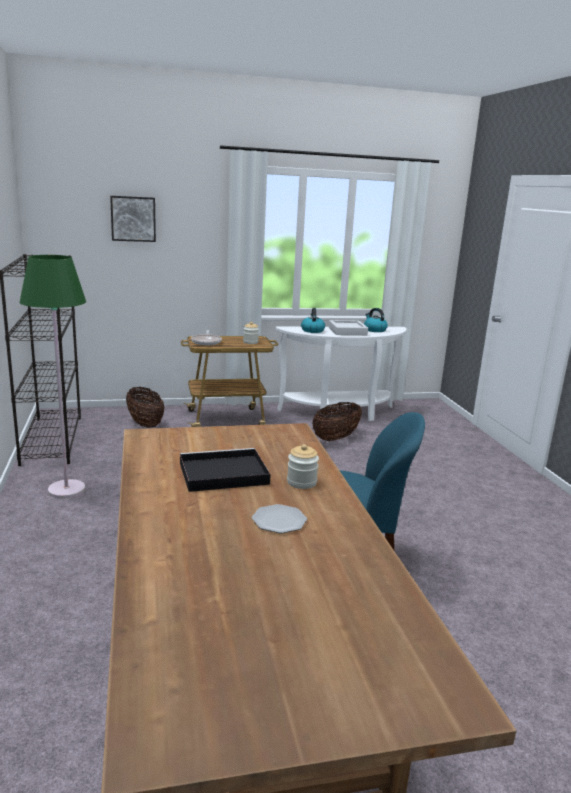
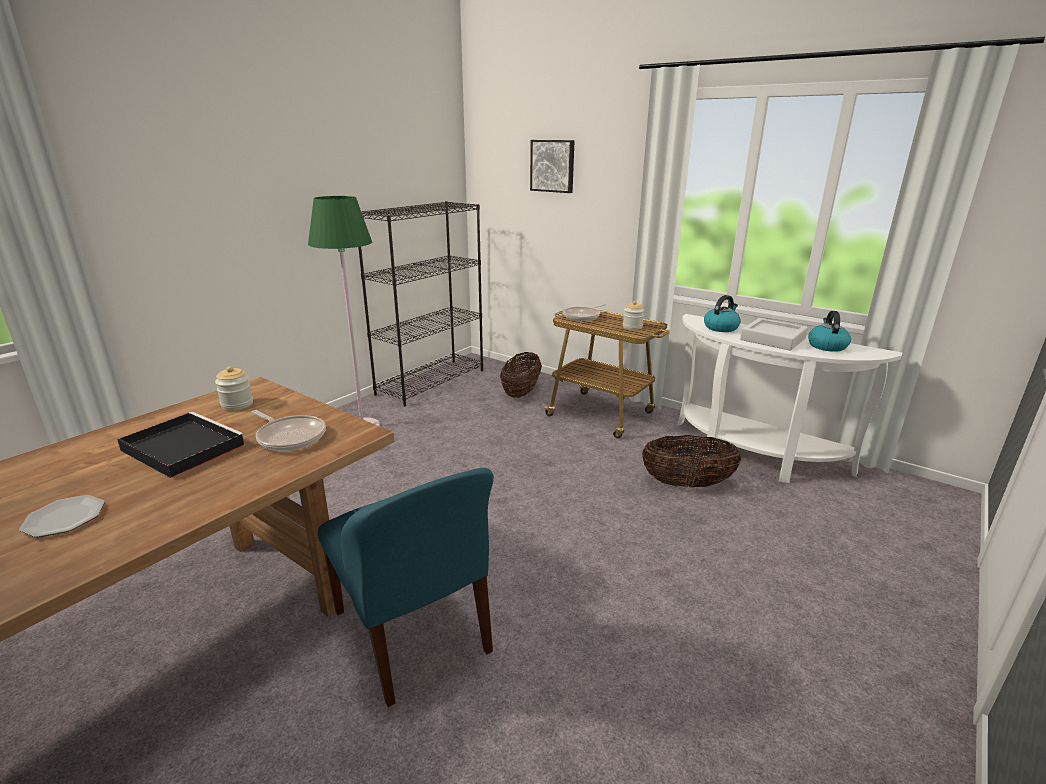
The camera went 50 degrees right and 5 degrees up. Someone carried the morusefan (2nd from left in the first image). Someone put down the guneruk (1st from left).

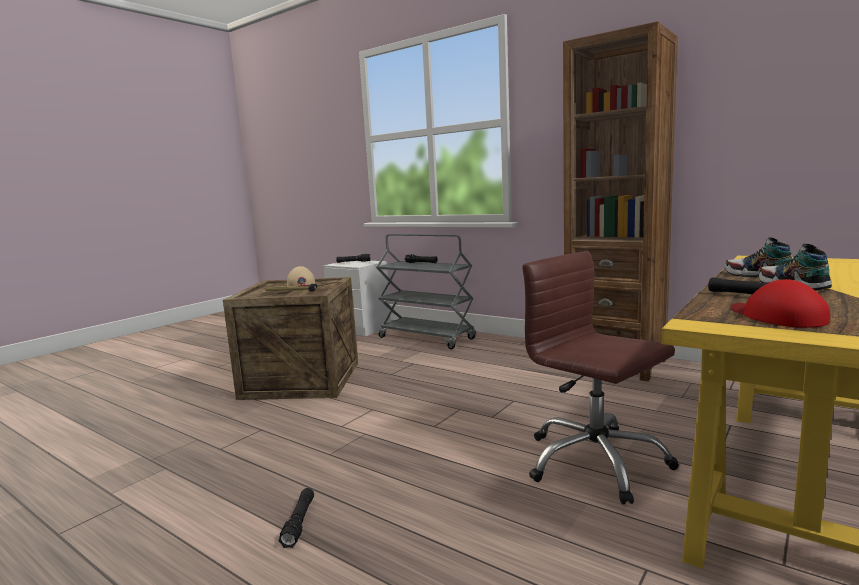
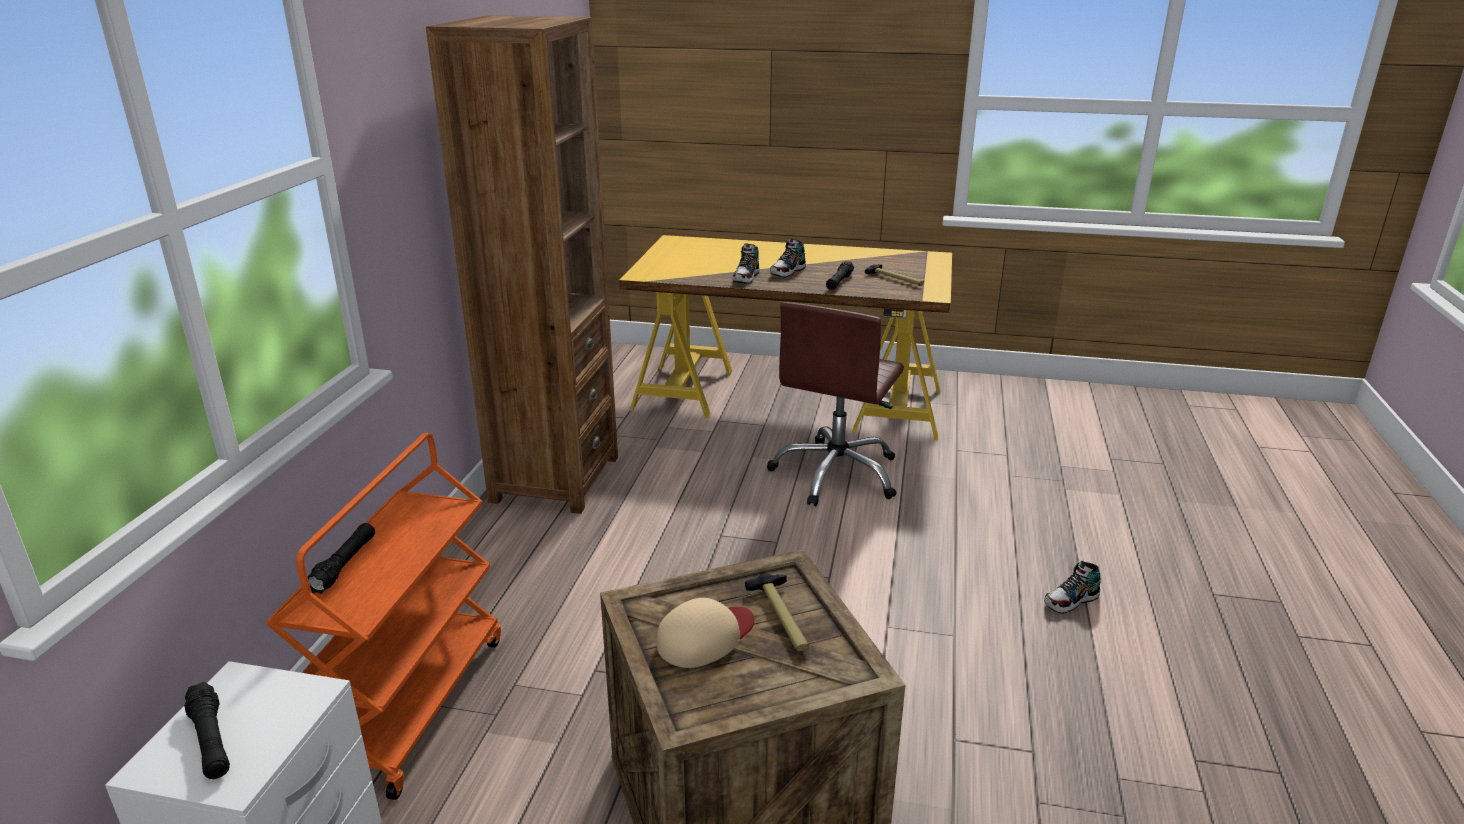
The camera went 115 degrees left and 15 degrees up. Someone repainted the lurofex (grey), which became the lurofex (orange). Someone swapped the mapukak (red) for the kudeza (2nd from left). Someone swapped the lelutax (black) (1st from left) for the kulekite (3rd from left).

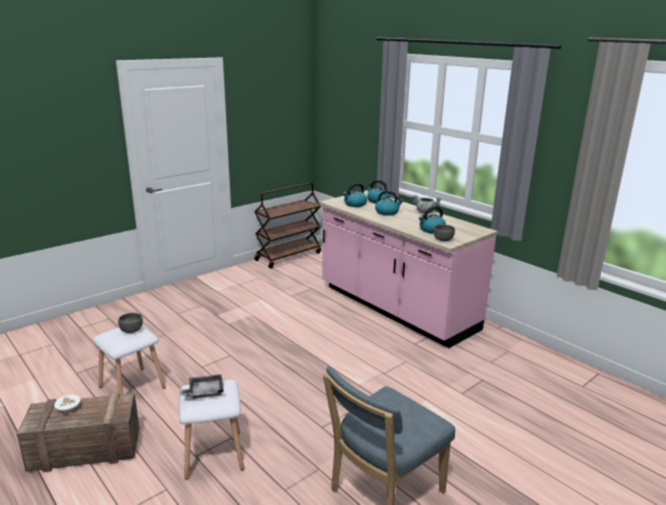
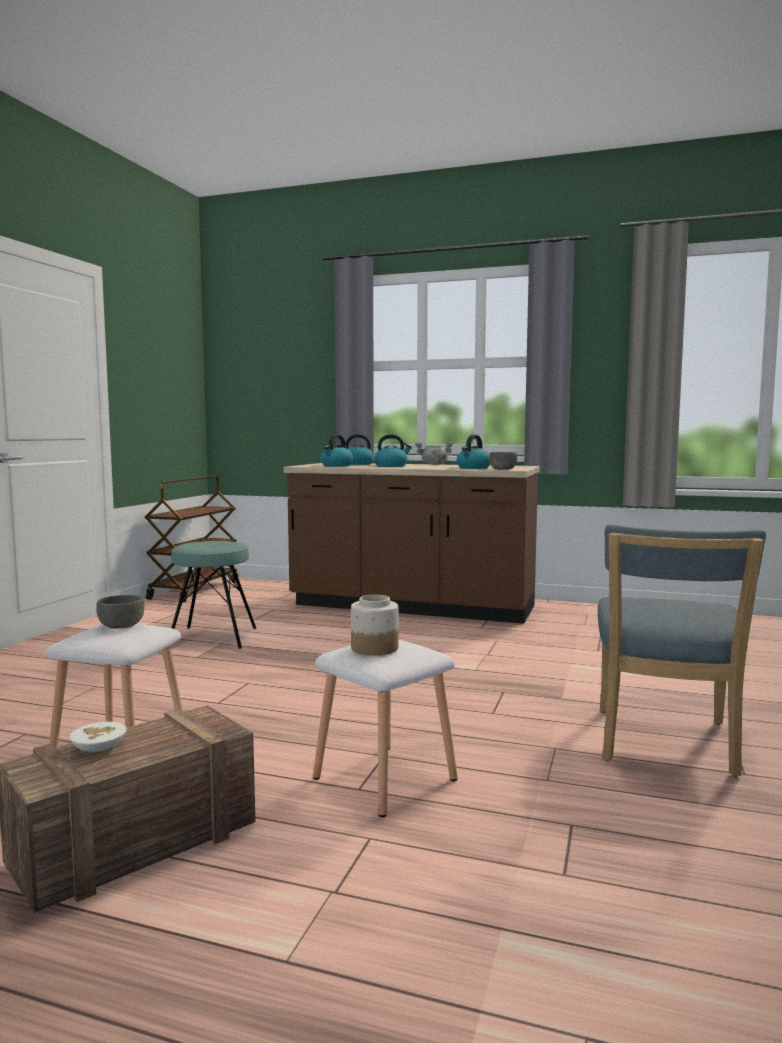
The camera went 30 degrees left and 15 degrees down. Someone repainted the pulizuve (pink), which became the pulizuve (brown). Someone swapped the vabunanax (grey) for the morusefan. Someone put down the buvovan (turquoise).

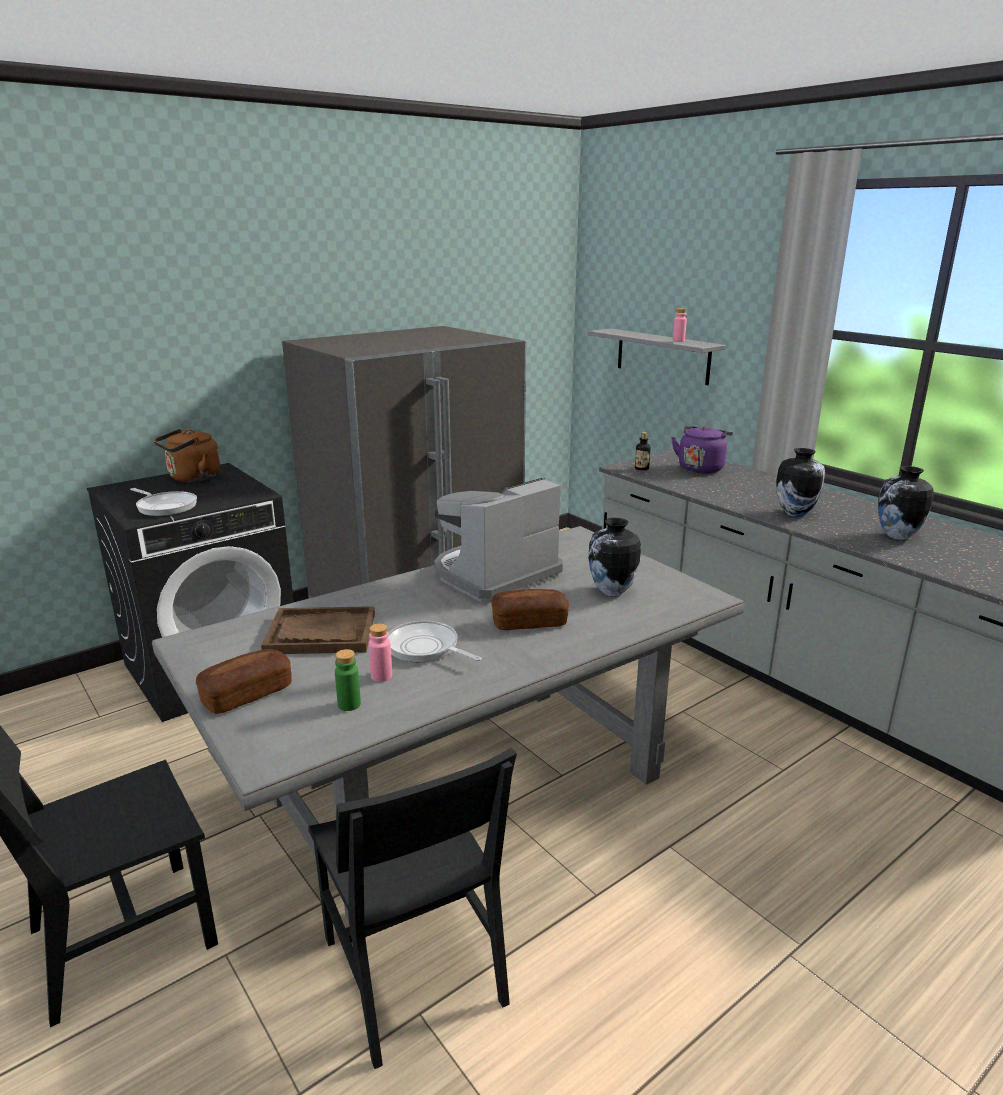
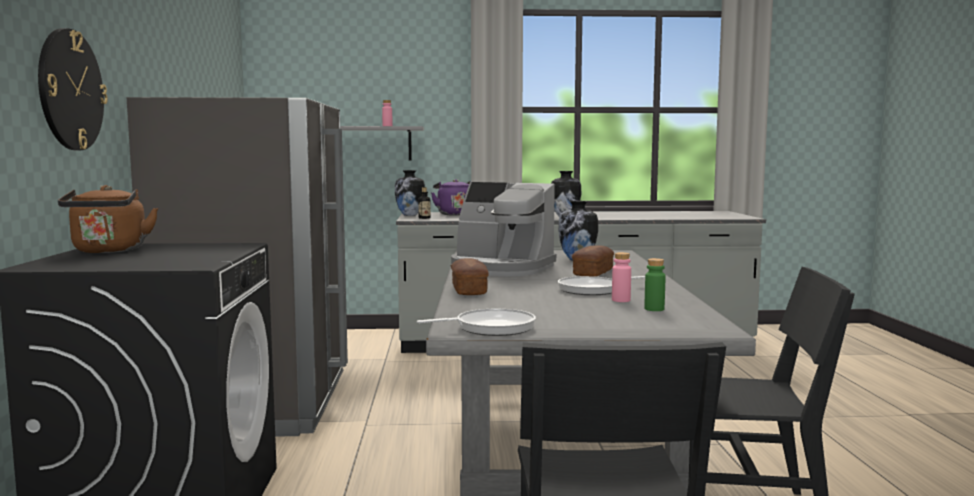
The camera went 55 degrees left and 15 degrees down. Someone carried the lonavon (3rd from left in the first image). Someone rotated the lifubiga by 60 degrees counterclockwise. Someone carried the guneruk (1st from left). Someone took away the vabunanax (brown). Someone carried the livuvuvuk (1st from left). Someone put up the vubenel.

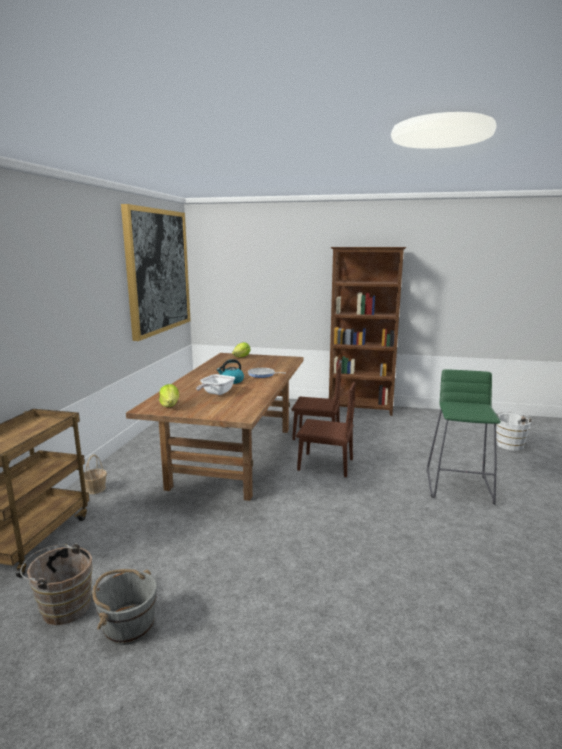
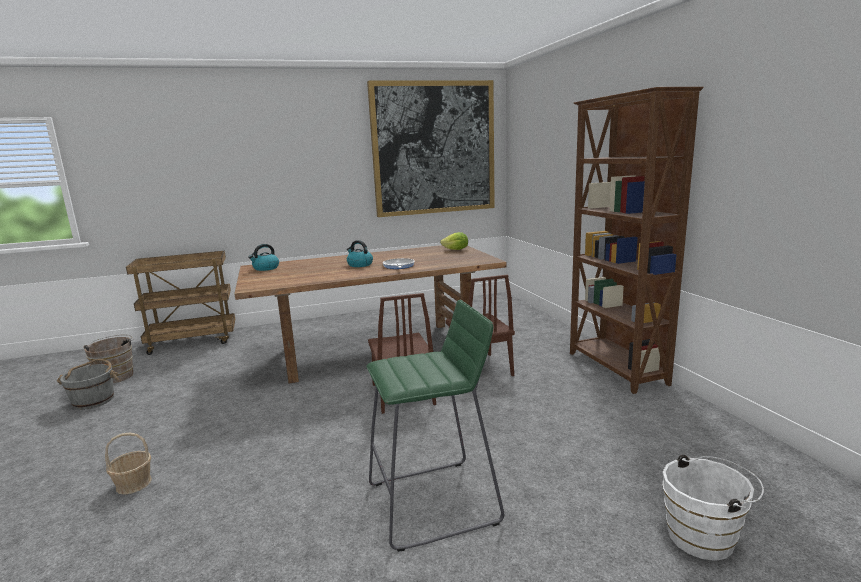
The camera went 60 degrees right and 0 degrees up. Someone took away the guneruk (1st from left). Someone swapped the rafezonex (1st from left) for the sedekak (1st from left). Someone carried the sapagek.

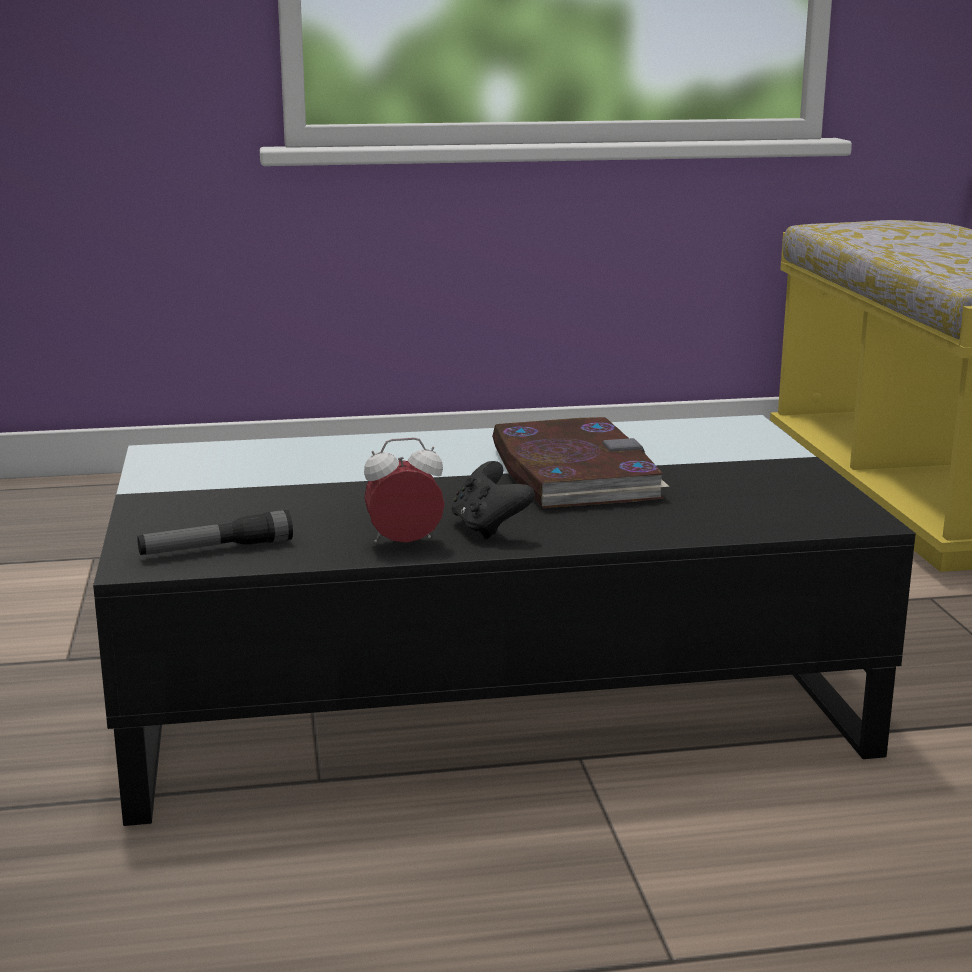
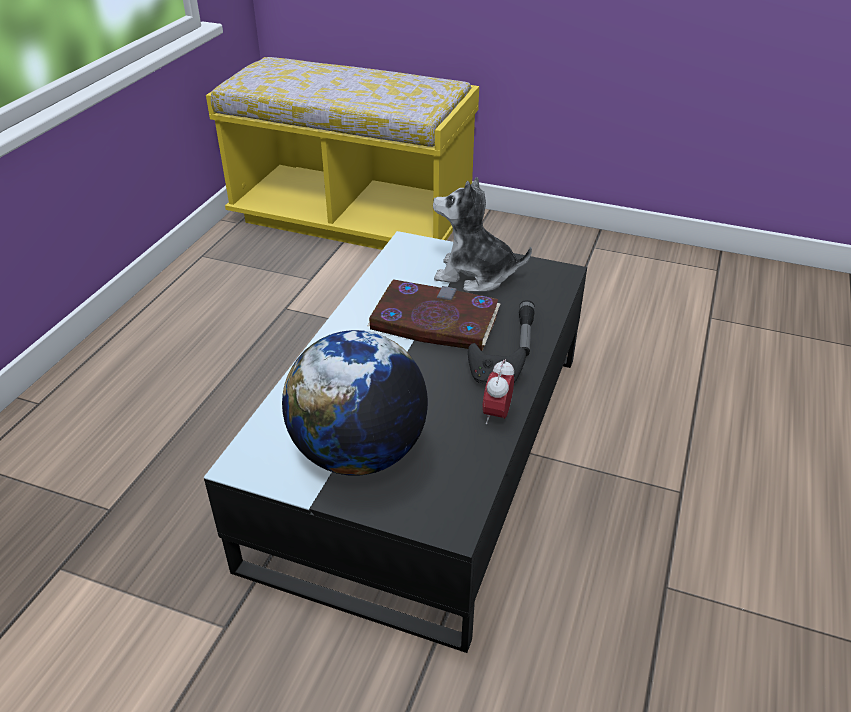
The camera went 60 degrees left and 20 degrees up. Someone carried the lelutax. Someone put down the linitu. Someone put down the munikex.

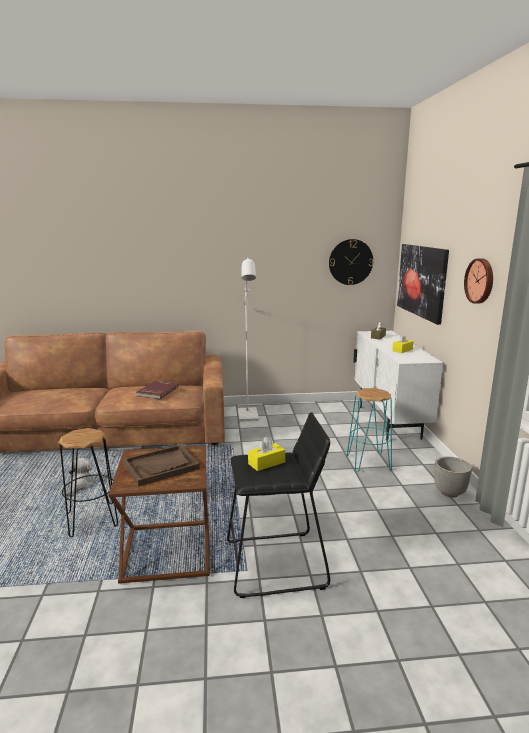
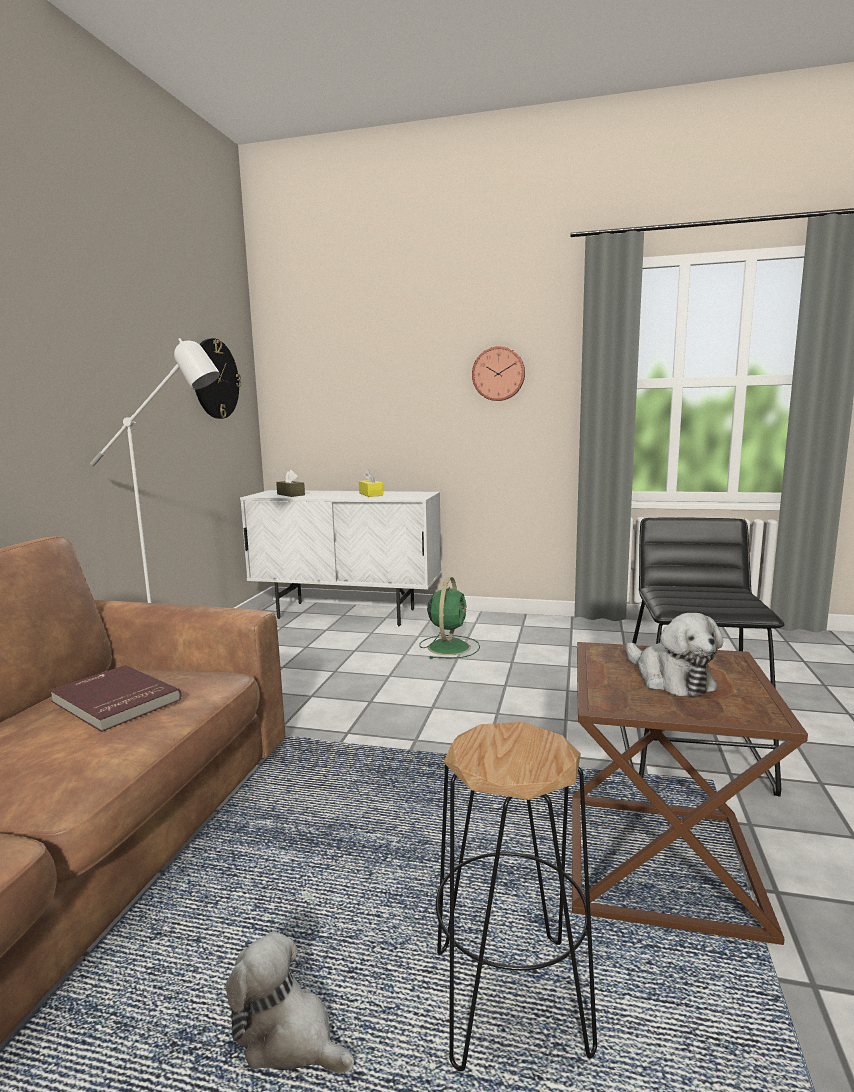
The camera went 70 degrees left and 5 degrees down. Someone took away the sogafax. Someone swapped the buvovan (turquoise) for the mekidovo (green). Someone took away the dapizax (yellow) (1st from left). Someone swapped the vabunanax (brown) for the linitu (2nd from left). Someone took away the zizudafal.

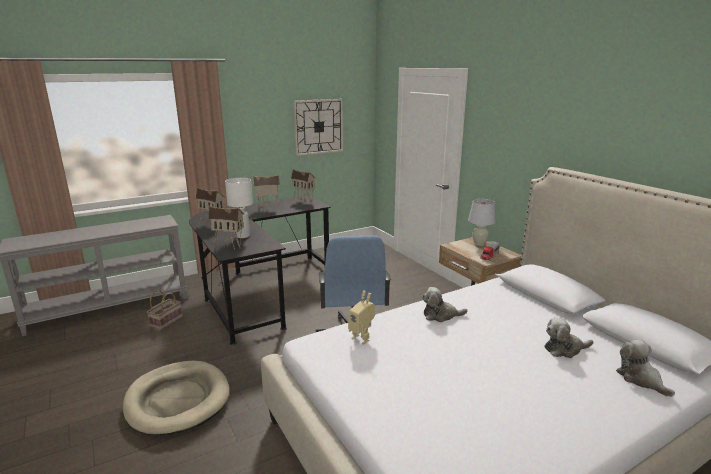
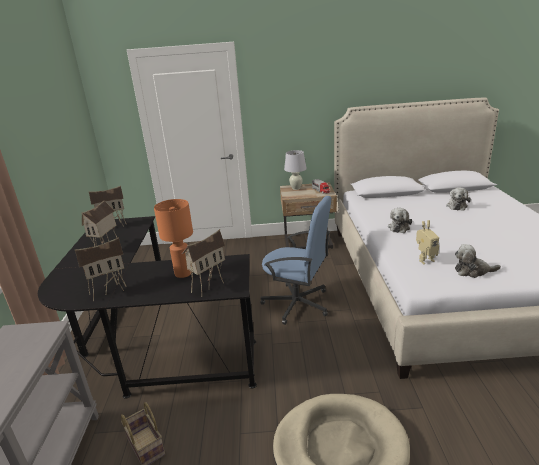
The camera went 60 degrees left and 5 degrees up. Someone took away the vubenel. Someone repainted the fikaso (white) (1st from left), which became the fikaso (orange). Someone carried the linitu (3rd from left).

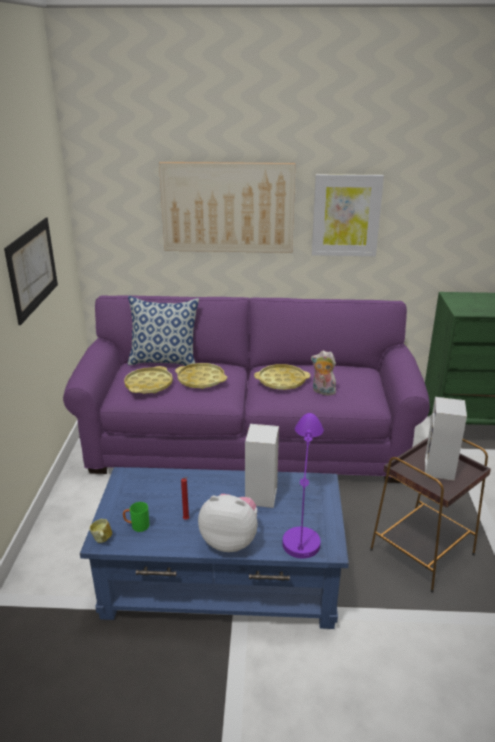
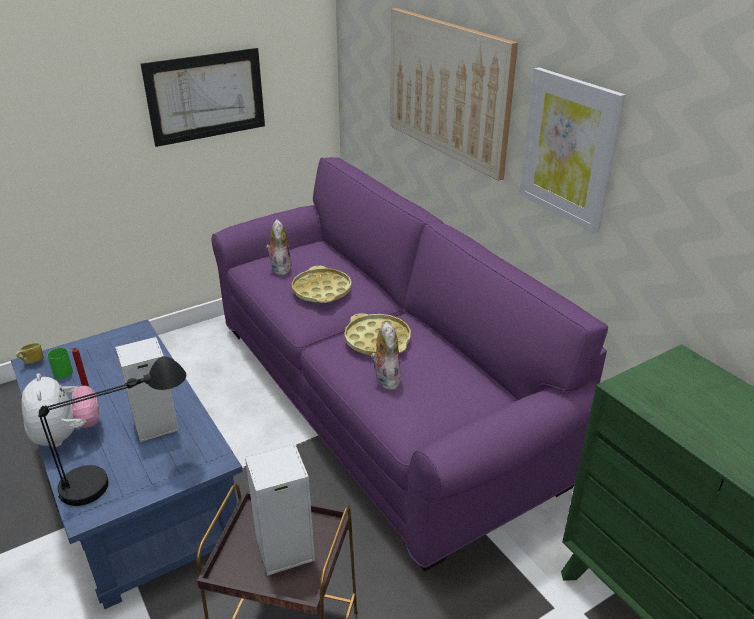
The camera went 55 degrees right and 5 degrees up. Someone took away the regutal. Someone swapped the vabunanax (yellow) (1st from left) for the linitu (2nd from left). Someone repainted the fikaso (purple), which became the fikaso (black).

